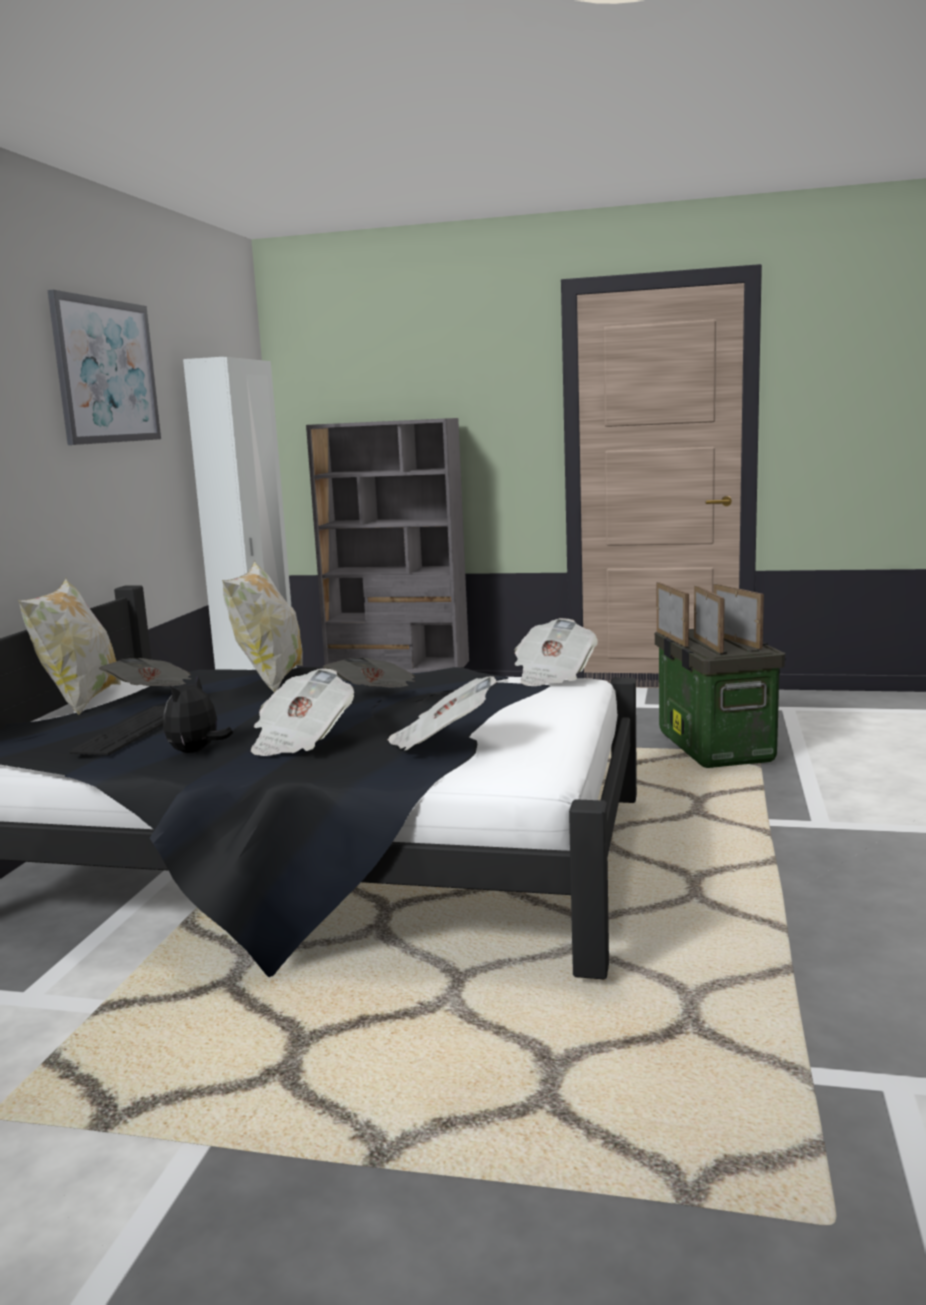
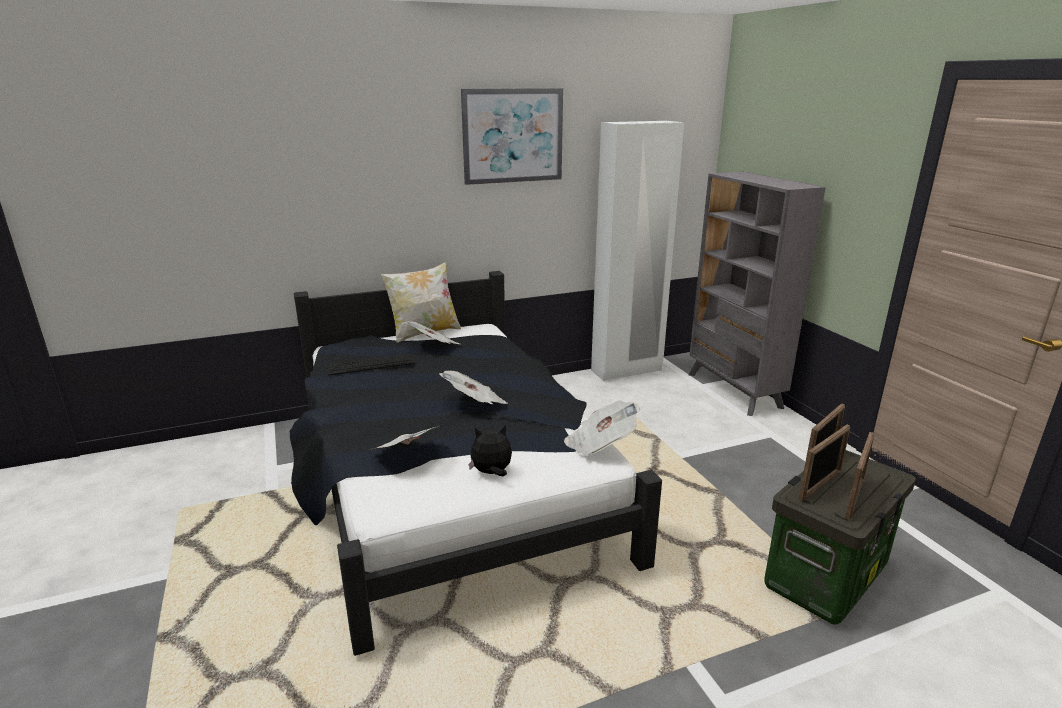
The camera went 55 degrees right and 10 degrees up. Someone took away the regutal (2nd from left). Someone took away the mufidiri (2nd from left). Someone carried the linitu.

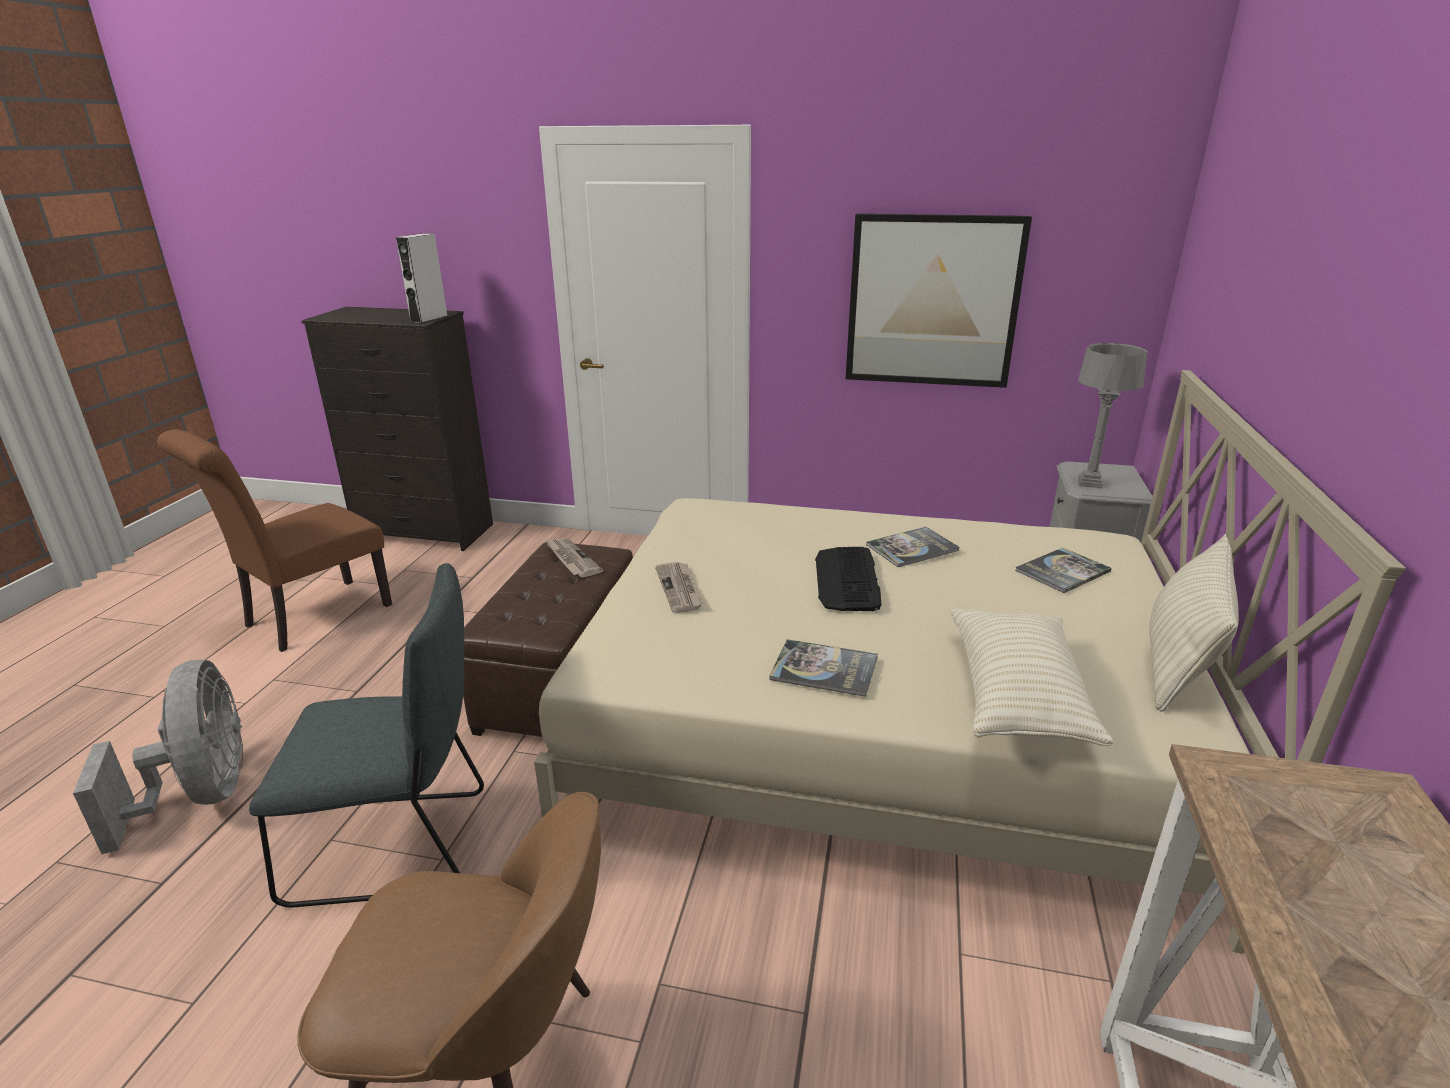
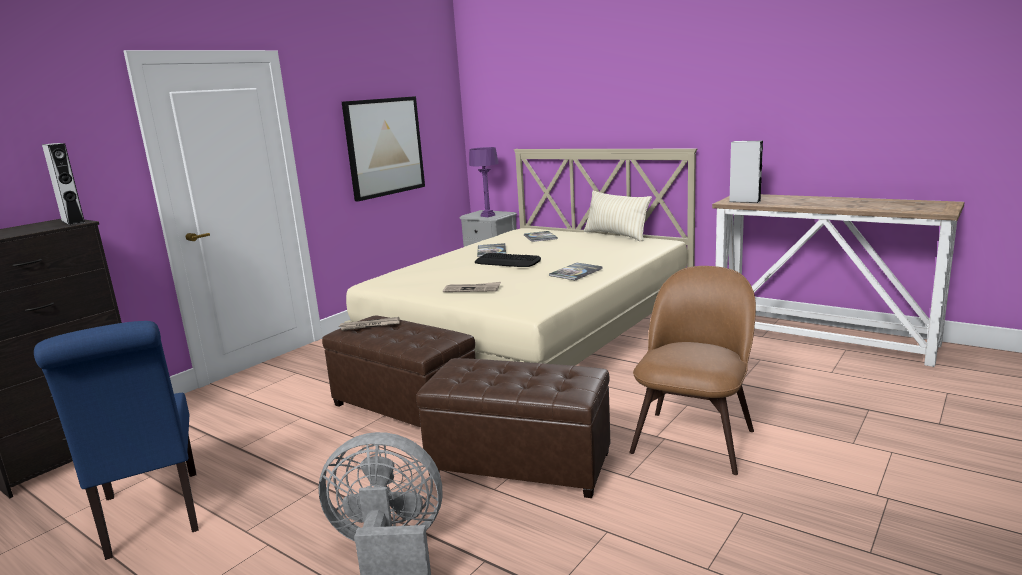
The camera went 65 degrees left and 10 degrees down. Someone repainted the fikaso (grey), which became the fikaso (purple). Someone repainted the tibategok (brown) (1st from left), which became the tibategok (blue). Someone swapped the tibategok (grey) for the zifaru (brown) (2nd from left). Someone took away the regutal (beige) (1st from left). Someone put down the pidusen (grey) (2nd from left).

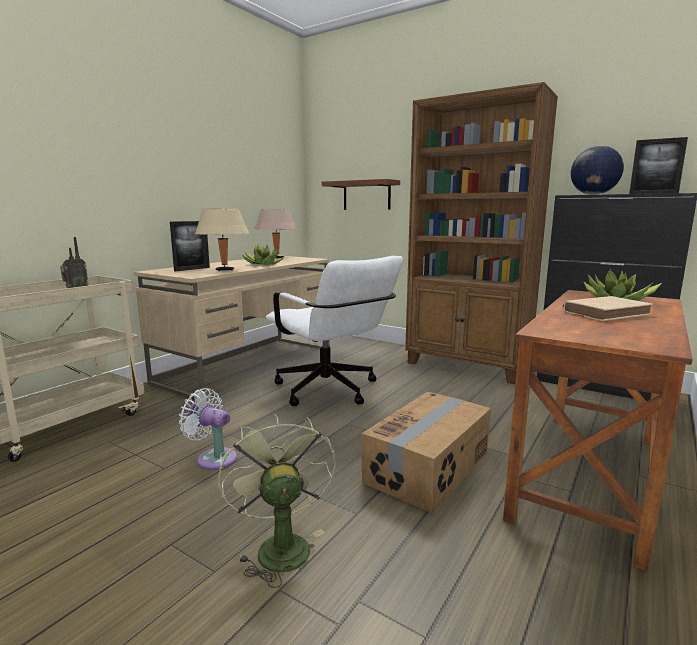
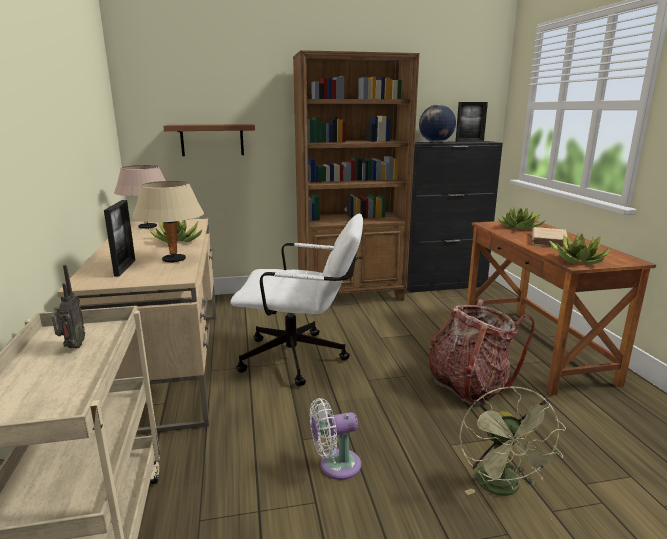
The camera went 45 degrees left and 5 degrees up. Someone swapped the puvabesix for the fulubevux. Someone rotated the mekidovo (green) by 120 degrees counterclockwise. Someone put down the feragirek (3rd from left).

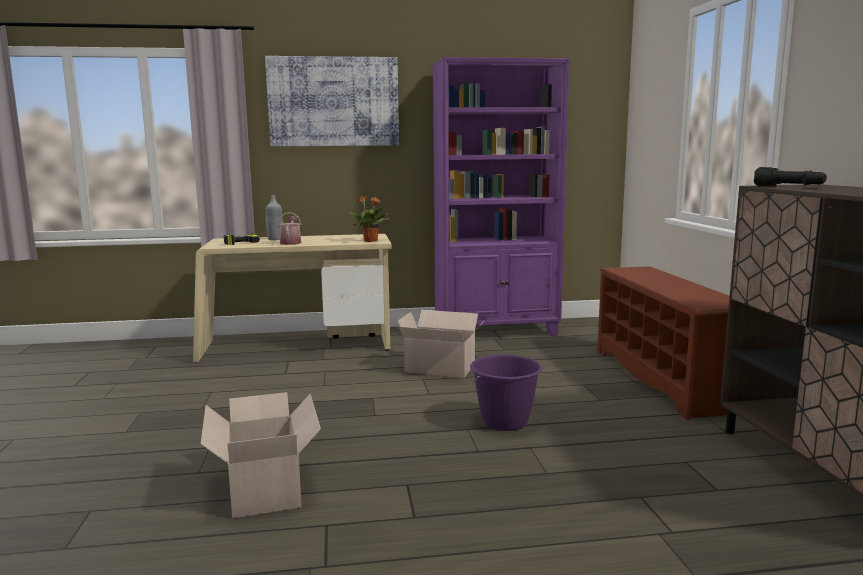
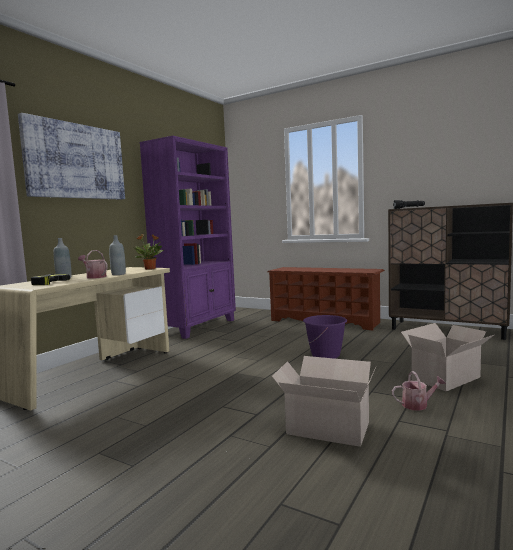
The camera went 50 degrees left and 5 degrees down. Someone carried the puvabesix (2nd from left). Someone put down the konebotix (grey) (2nd from left). Someone put down the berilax (2nd from left).

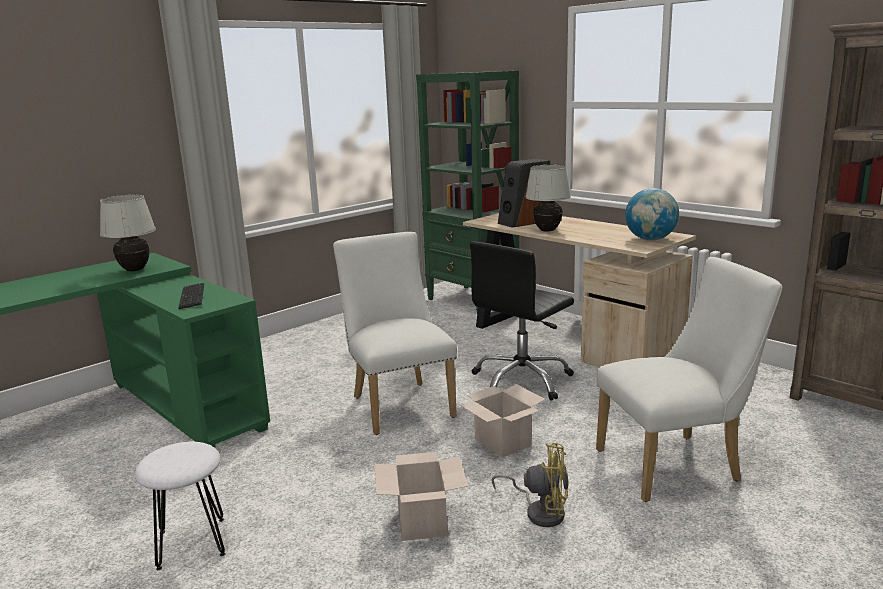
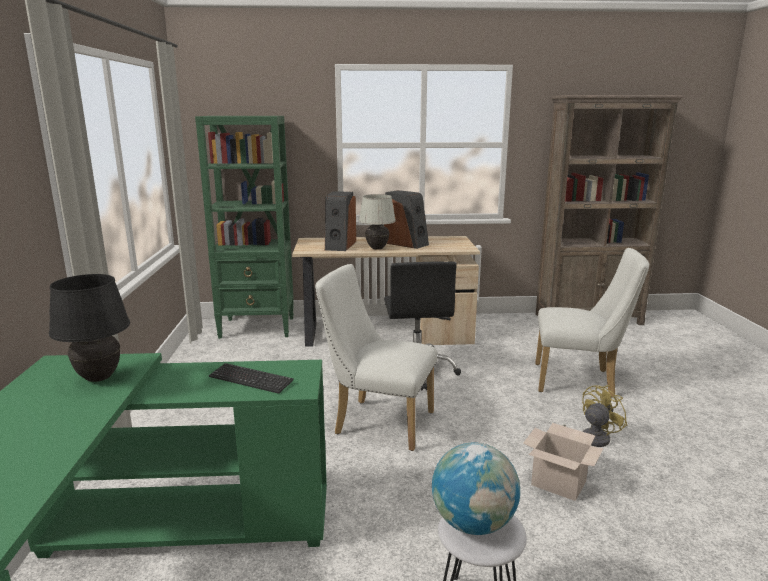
The camera went 50 degrees left and 0 degrees up. Someone carried the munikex. Someone repainted the fikaso (white) (1st from left), which became the fikaso (black). Someone rotated the tibategok (white) (2nd from left) by 75 degrees clockwise. Someone took away the puvabesix (2nd from left). Someone put down the pidusen (2nd from left).

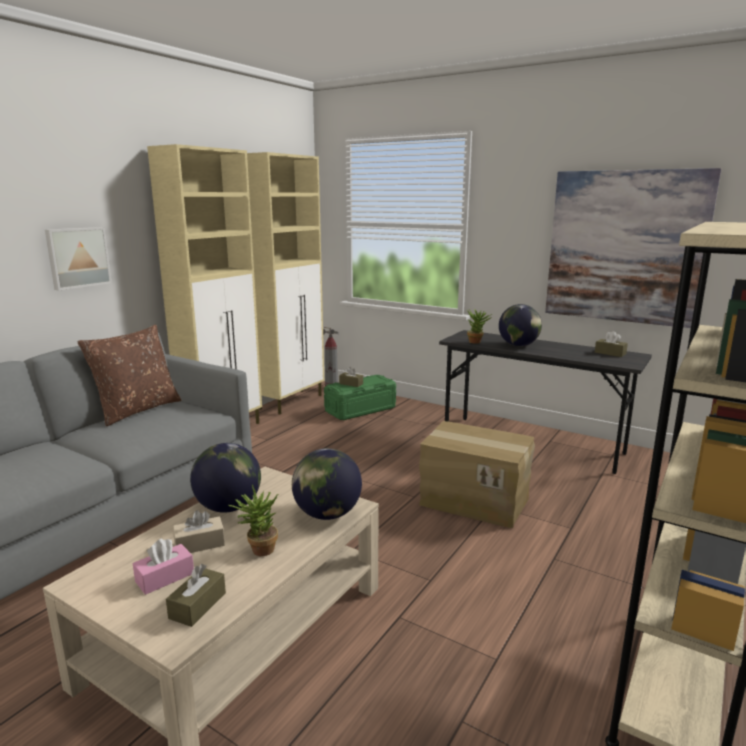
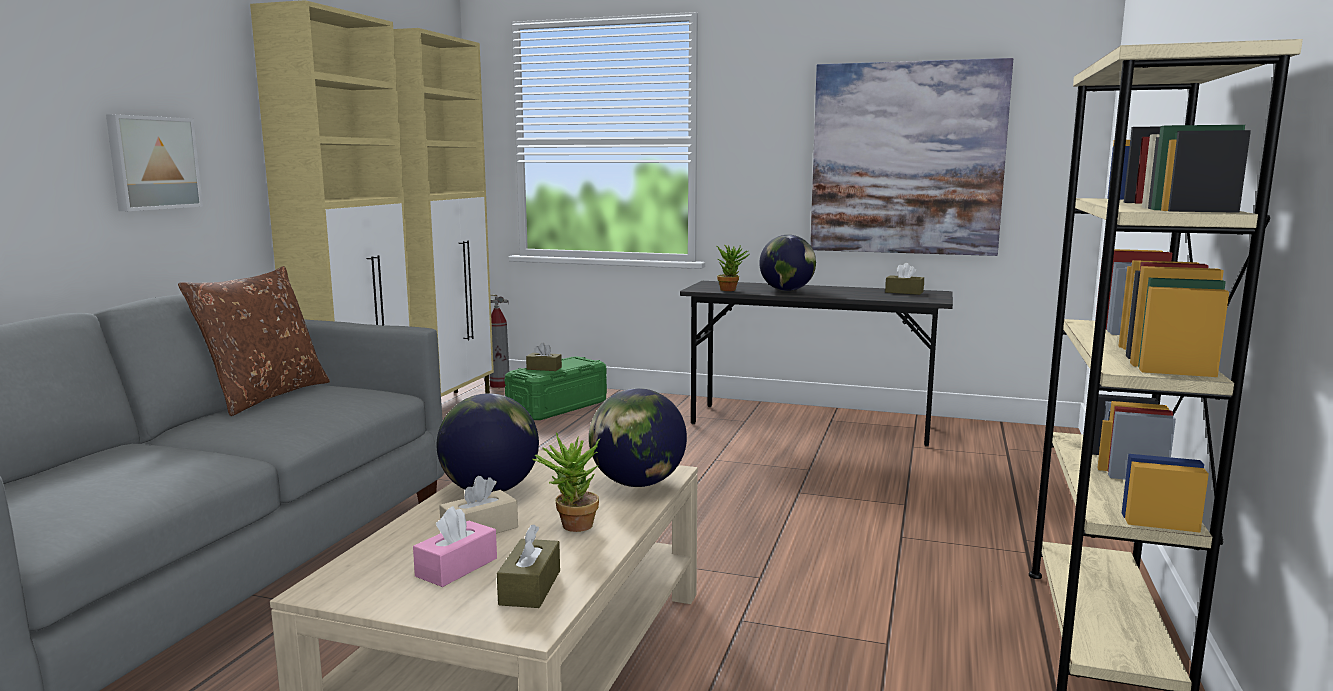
The camera went 15 degrees left and 5 degrees down. Someone took away the puvabesix.

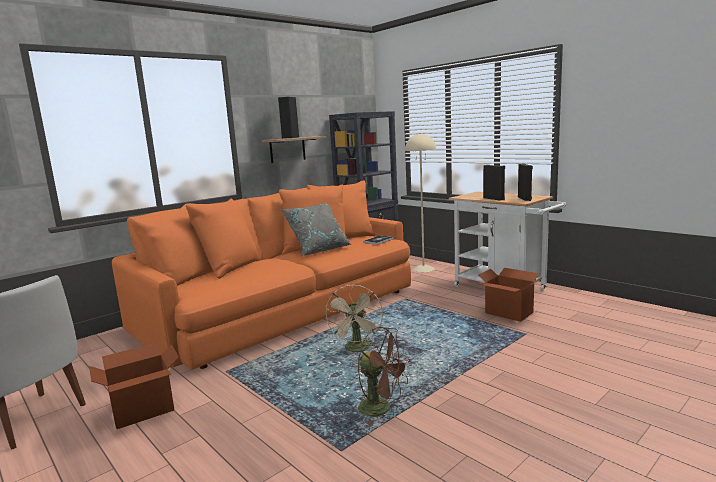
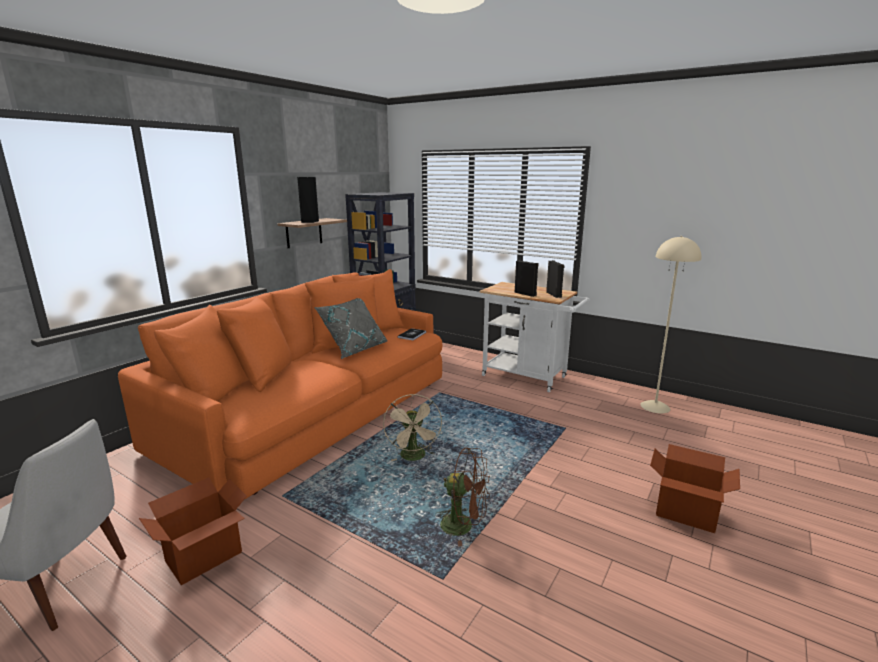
The camera went 15 degrees left and 5 degrees up. Someone carried the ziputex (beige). Someone carried the puvabesix (2nd from left).

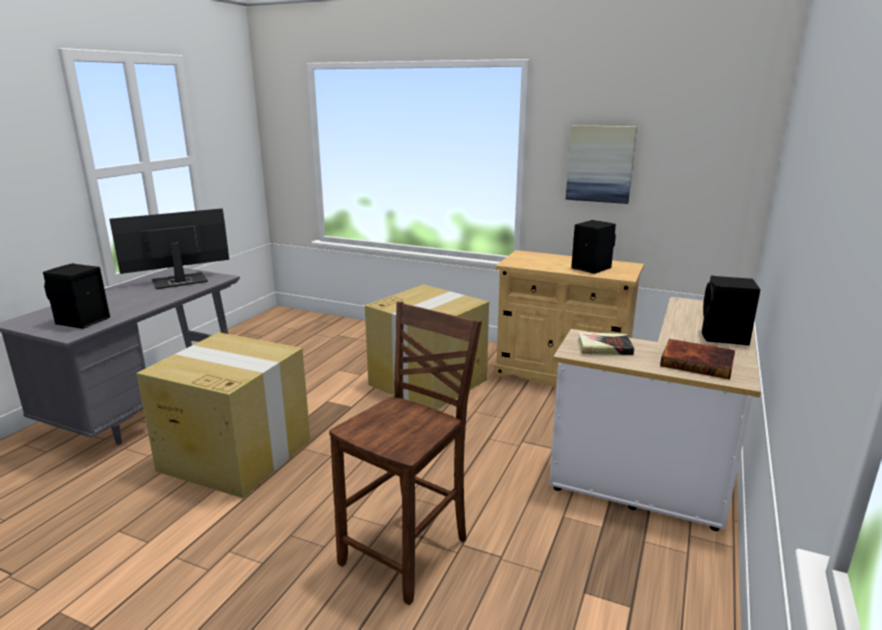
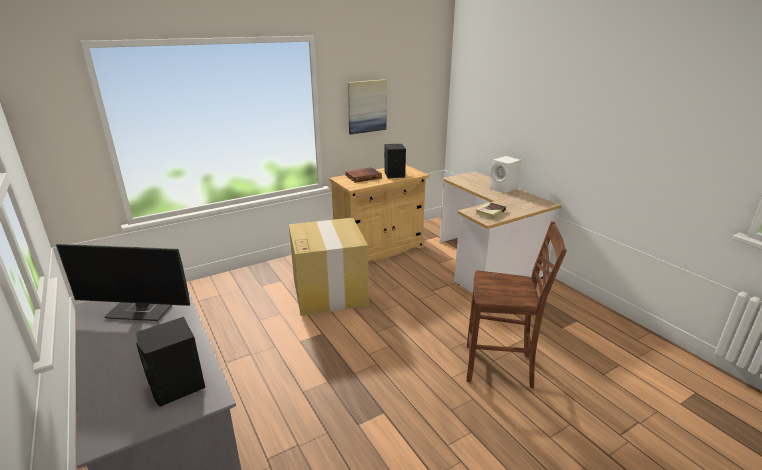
The camera went 55 degrees left and 5 degrees up. Someone rotated the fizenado by 90 degrees counterclockwise. Someone repainted the pidusen (black) (3rd from left), which became the pidusen (white). Someone rotated the tibategok (brown) by 120 degrees clockwise. Someone took away the puvabesix (1st from left). Someone carried the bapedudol (2nd from left in the first image).

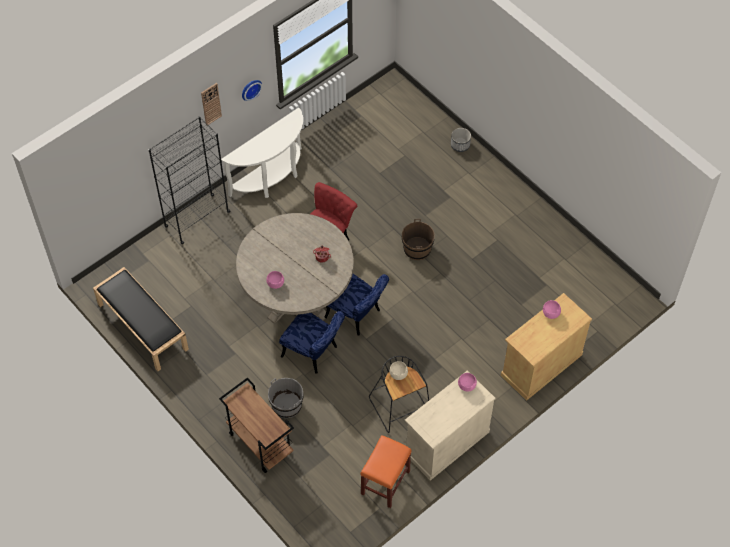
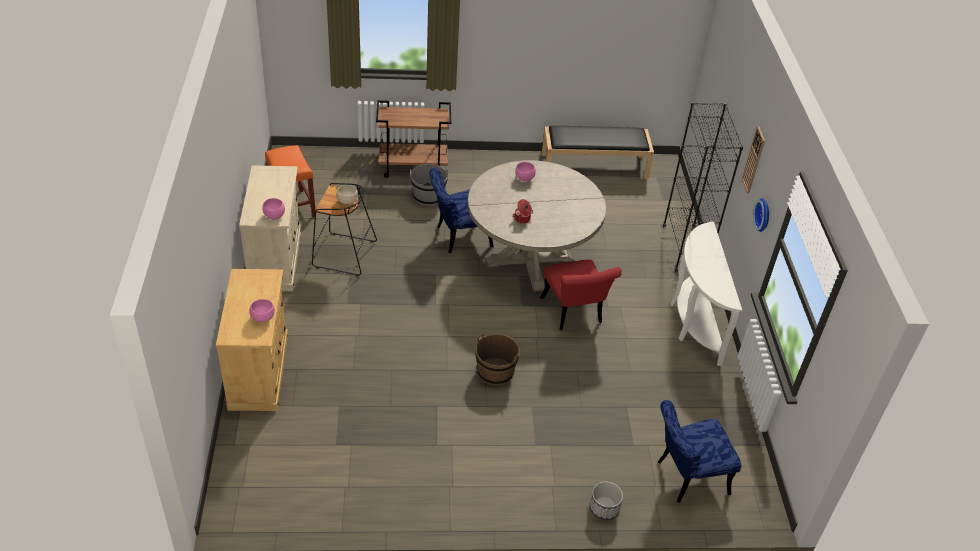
The camera went 125 degrees right and 15 degrees down. Someone carried the tibategok (blue) (2nd from left).

